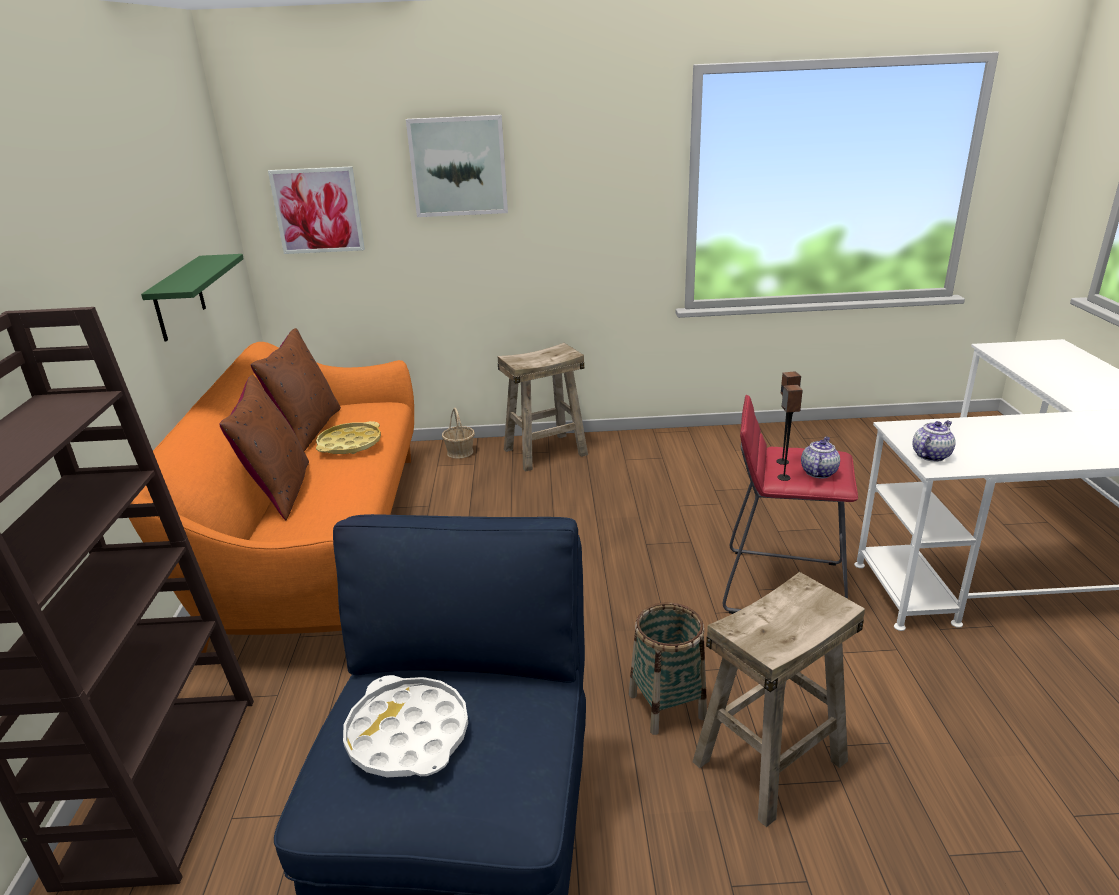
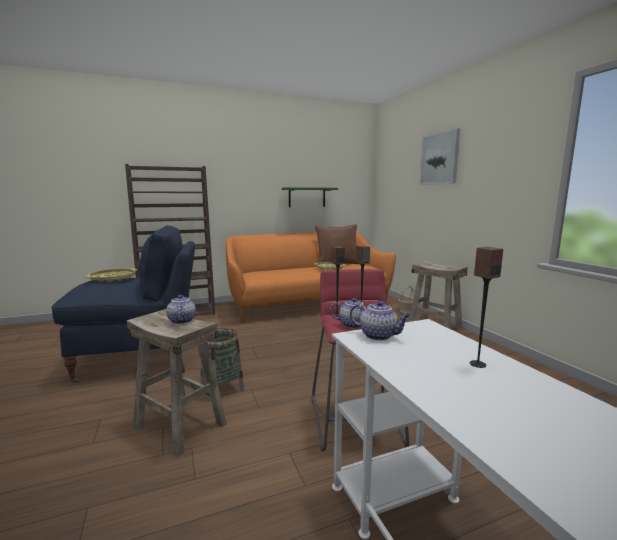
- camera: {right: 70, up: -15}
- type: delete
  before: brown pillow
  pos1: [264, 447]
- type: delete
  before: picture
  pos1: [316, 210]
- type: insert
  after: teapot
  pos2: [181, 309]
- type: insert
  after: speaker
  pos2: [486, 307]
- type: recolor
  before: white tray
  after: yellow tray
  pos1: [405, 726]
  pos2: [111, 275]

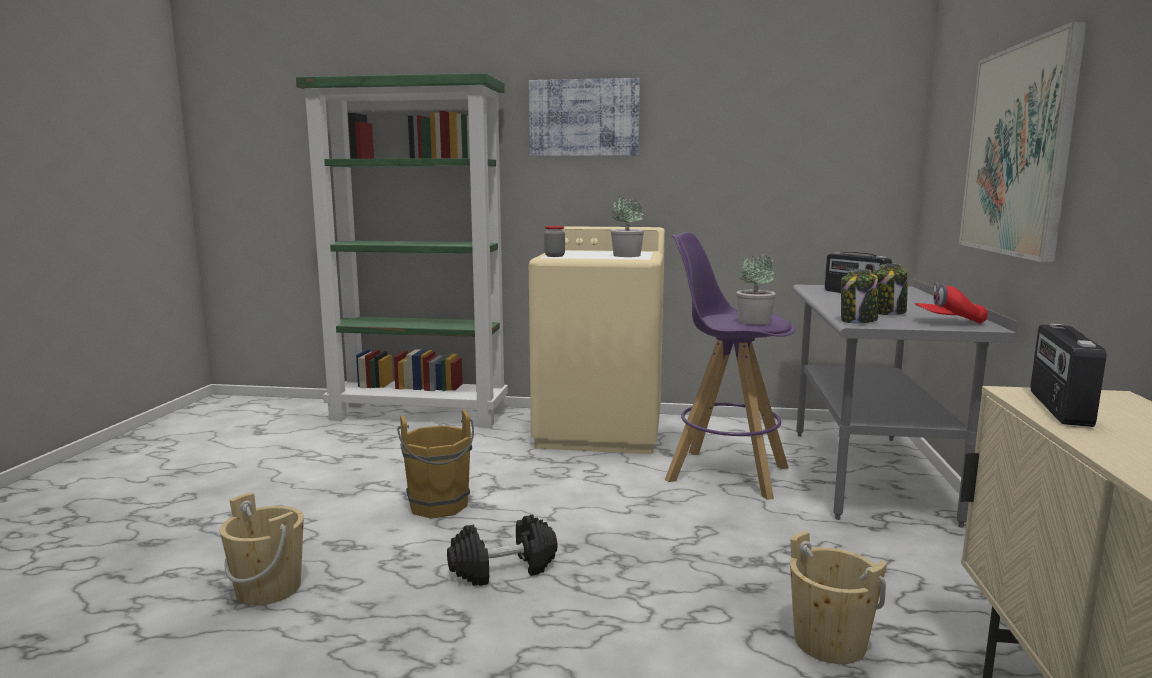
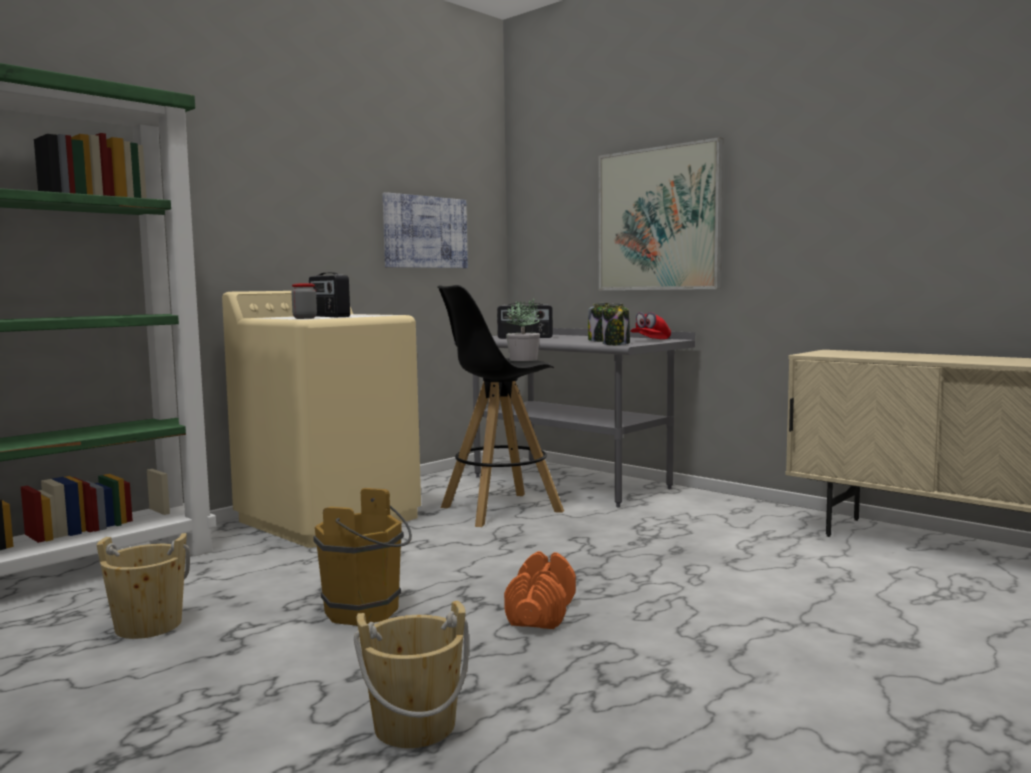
- camera: {right: -55, up: -5}
- type: delete
  before: potted plant
  pos1: [627, 226]
- type: move
  before: picture
  pos1: [584, 117]
  pos2: [425, 230]
- type: move
  before: beige bucket
  pos1: [838, 597]
  pos2: [143, 586]
- type: move
  before: radio
  pos1: [1068, 375]
  pos2: [329, 294]
- type: recolor
  before: black dumbbell
  after: orange dumbbell
  pos1: [502, 550]
  pos2: [540, 590]
- type: recolor
  before: purple stool
  after: black stool
  pos1: [730, 366]
  pos2: [500, 406]

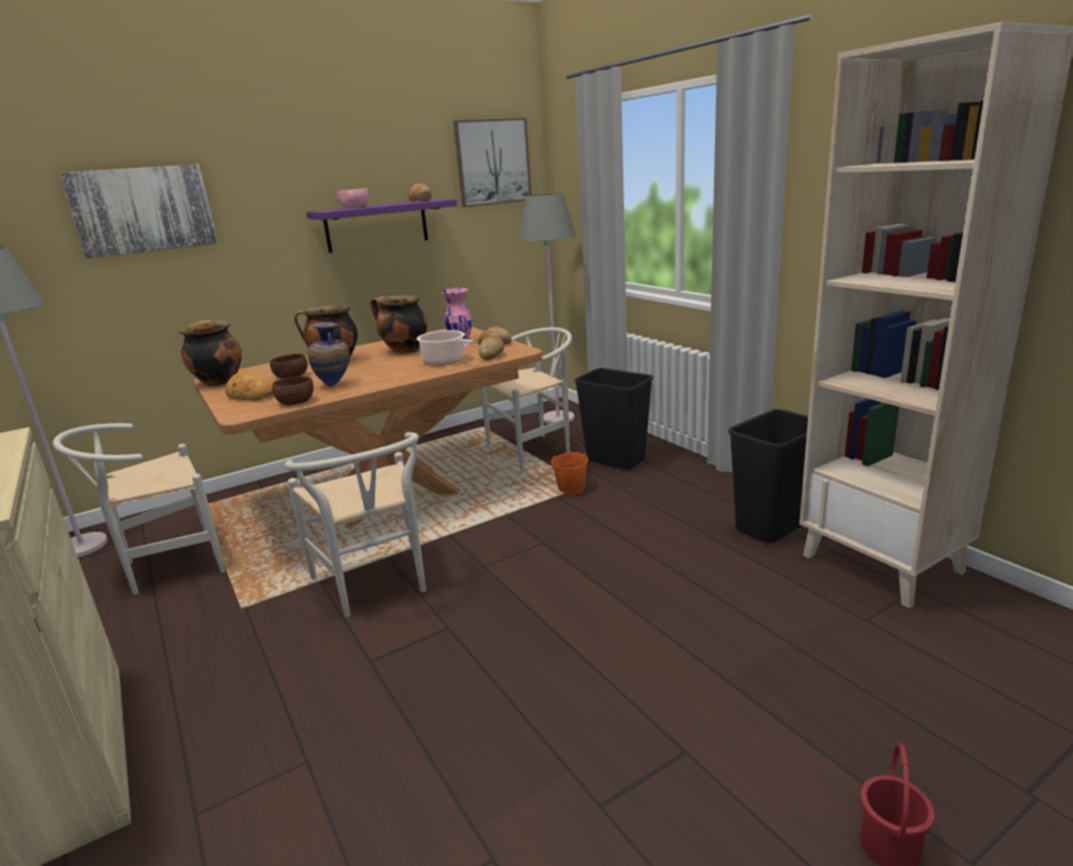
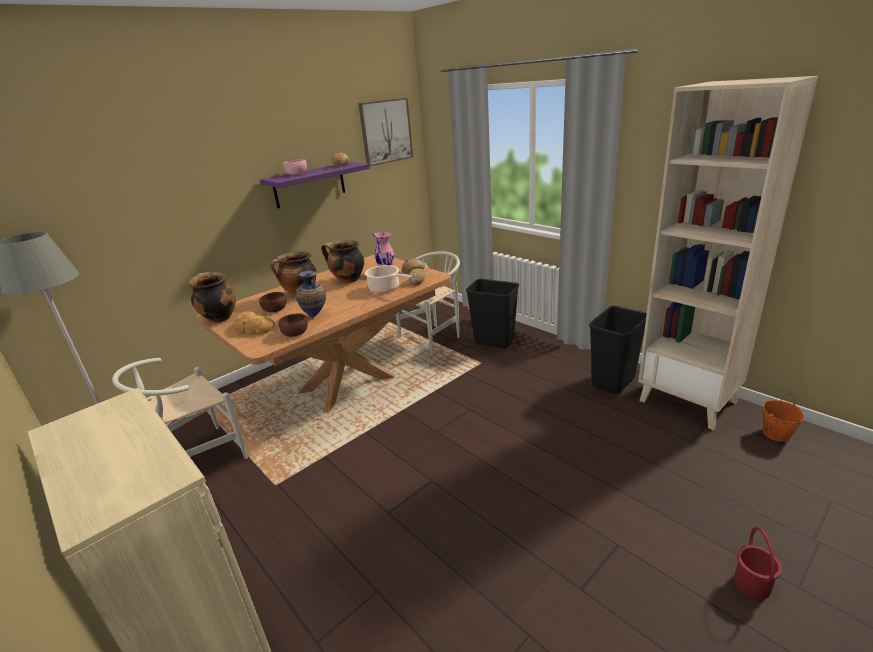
- camera: {right: -10, up: 5}
- type: delete
  before: picture
  pos1: [139, 211]
- type: delete
  before: white chair
  pos1: [355, 525]
- type: delete
  before: grey floor lamp
  pos1: [547, 308]
- type: move
  before: orange bucket
  pos1: [569, 467]
  pos2: [783, 417]

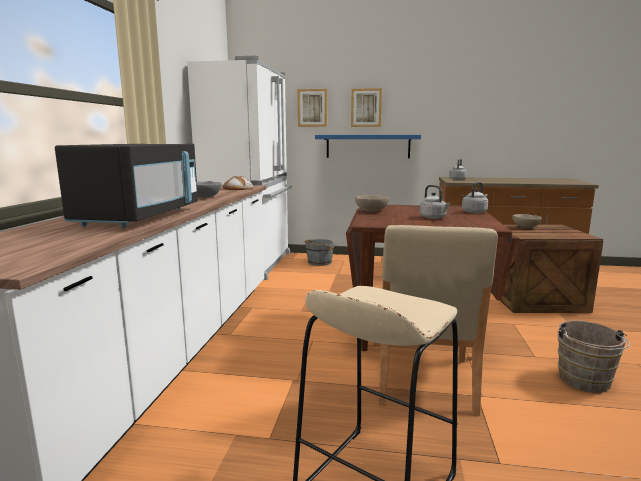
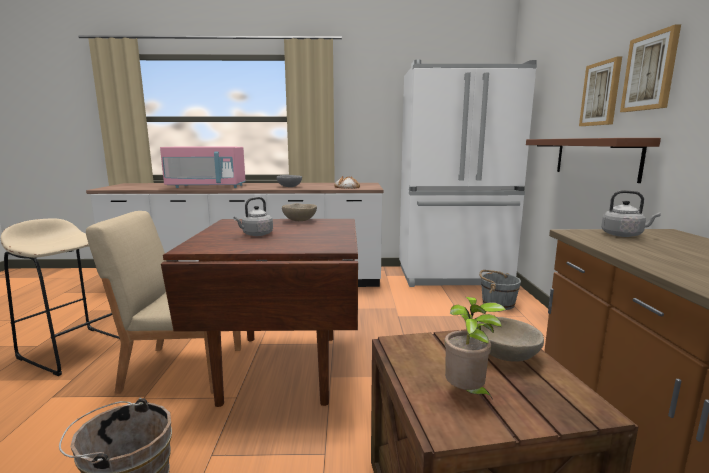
- camera: {right: 80, up: 0}
- type: delete
  before: grey kettle
  pos1: [475, 197]
- type: insert
  after: potted plant
  pos2: [475, 348]
- type: move
  before: picture
  pos1: [312, 108]
  pos2: [650, 68]
- type: recolor
  before: black microwave
  after: pink microwave
  pos1: [126, 186]
  pos2: [203, 167]
- type: recolor
  before: blue shelf
  after: brown shelf
  pos1: [368, 146]
  pos2: [593, 160]

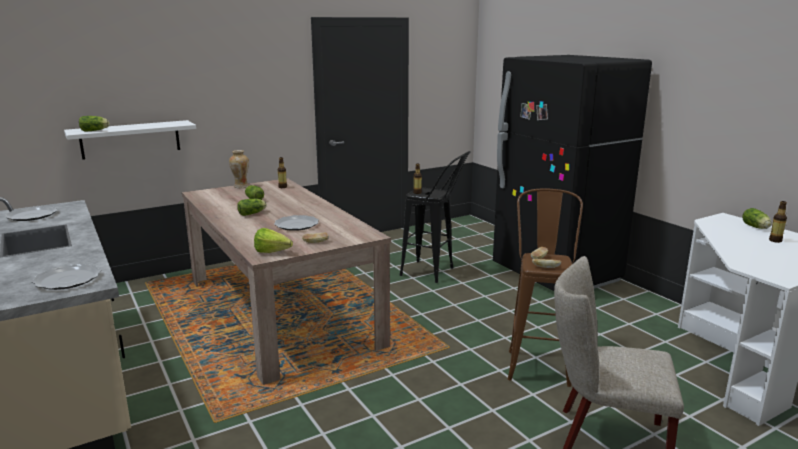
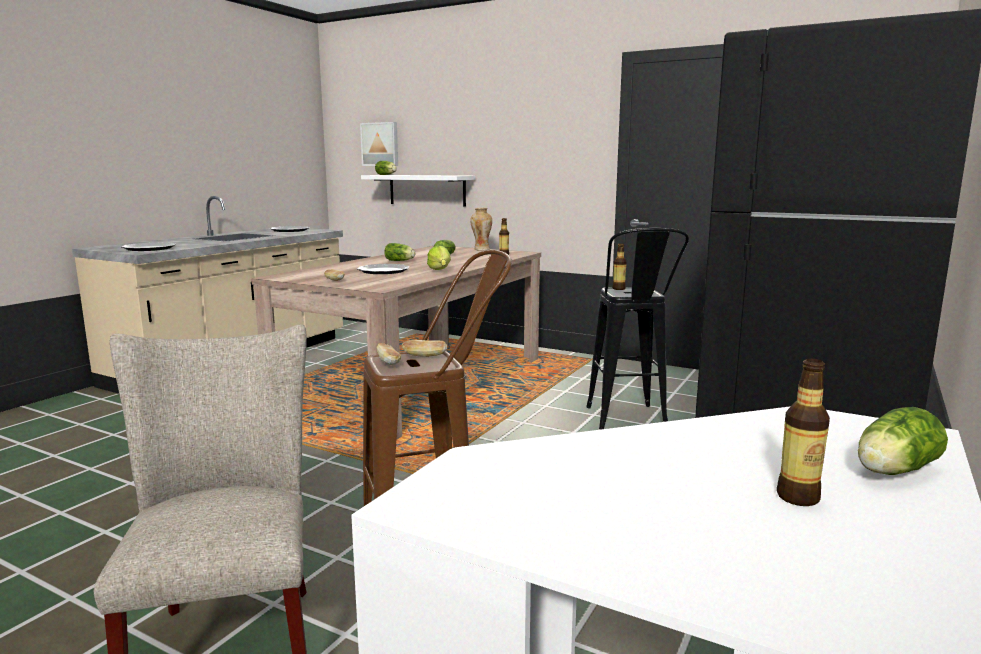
- camera: {right: 60, up: -5}
- type: insert
  after: picture
  pos2: [379, 144]
- type: move
  before: lettuce
  pos1: [273, 240]
  pos2: [439, 257]

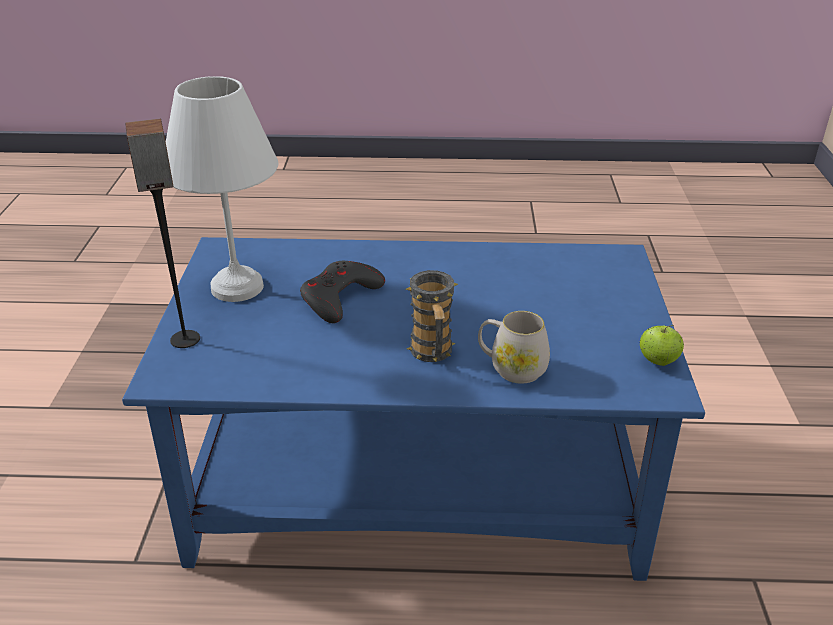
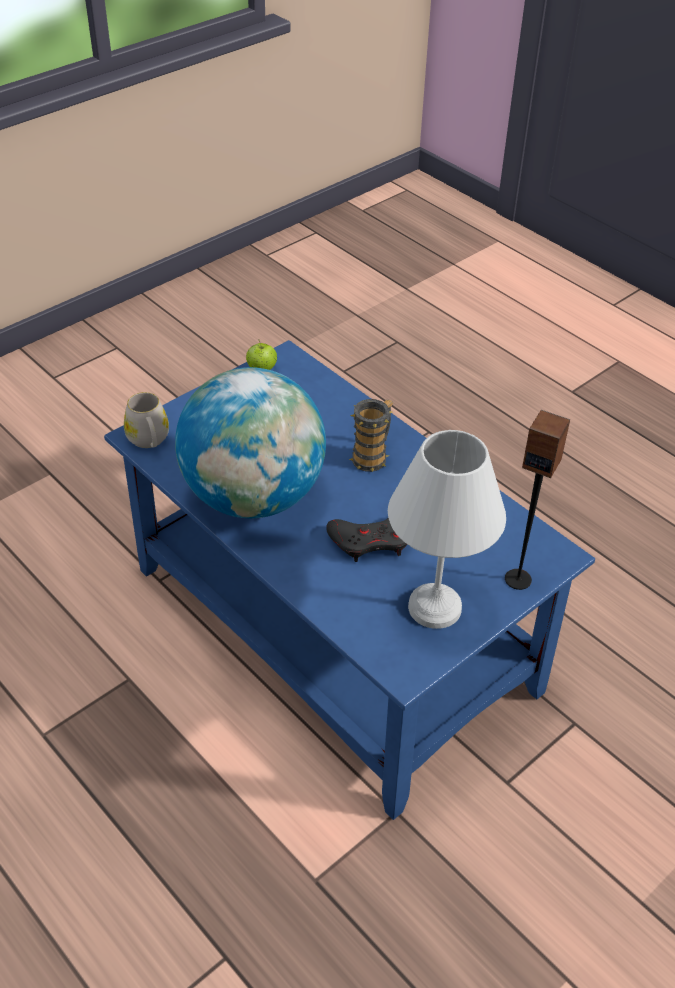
- camera: {right: -135, up: 10}
- type: insert
  after: globe
  pos2: [250, 443]
- type: move
  before: white mug
  pos1: [514, 347]
  pos2: [146, 420]

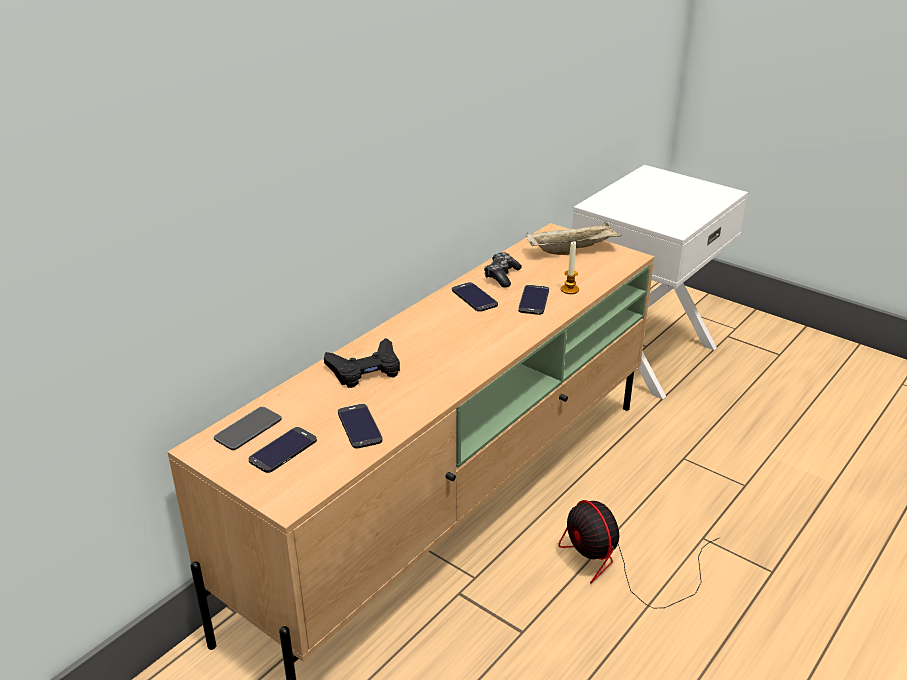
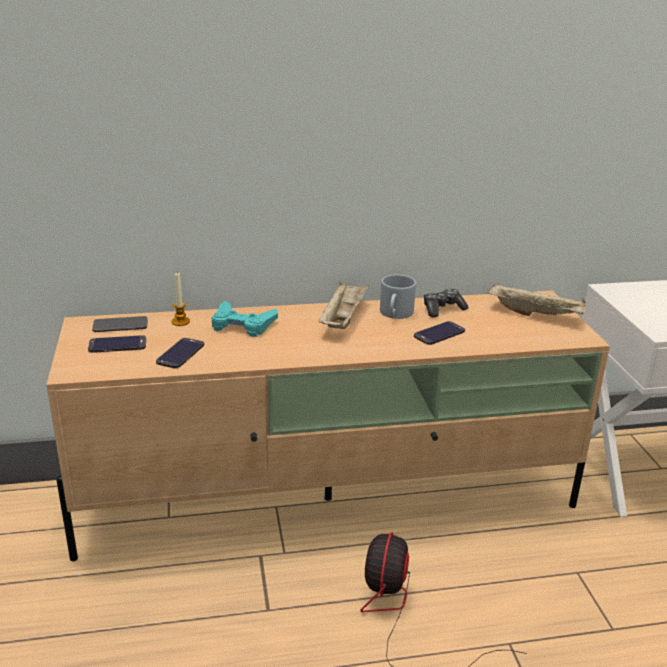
- camera: {right: 40, up: -5}
- type: insert
  after: beige tray
  pos2: [343, 305]
- type: move
  before: candle
  pos1: [570, 267]
  pos2: [180, 299]
- type: replace
  before: phone
  after: grey mug
  pos1: [475, 297]
  pos2: [398, 297]
- type: recolor
  before: black game controller
  after: turquoise game controller
  pos1: [362, 363]
  pos2: [245, 319]

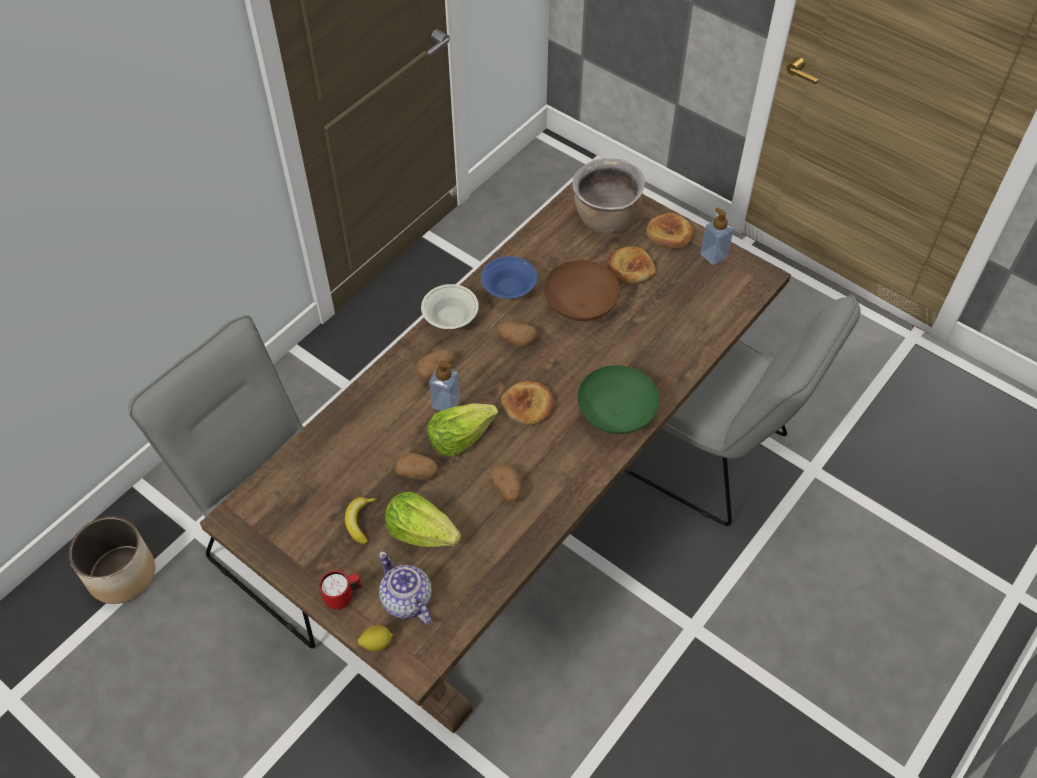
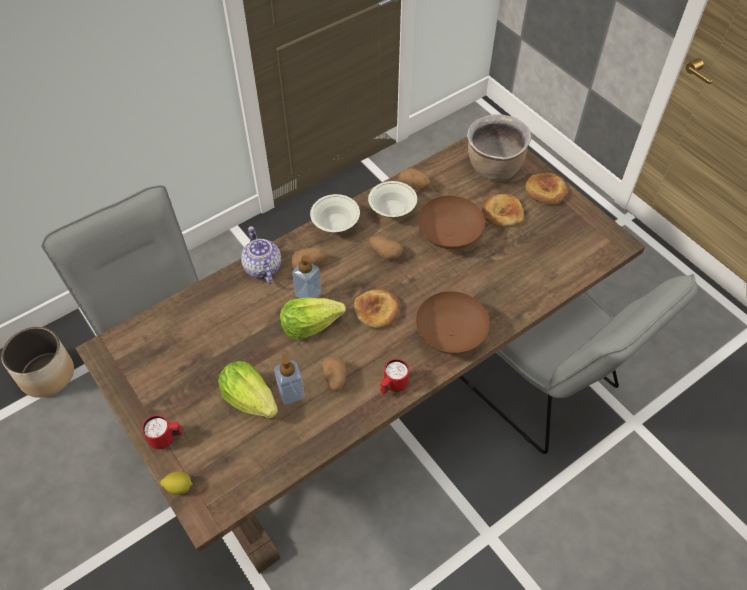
- camera: {right: 15, up: 0}
- type: delete
  before: banana
  pos1: [361, 520]
- type: insert
  after: red mug
  pos2: [394, 376]
- type: move
  before: teapot
  pos1: [405, 588]
  pos2: [261, 255]
- type: move
  before: potato
  pos1: [416, 466]
  pos2: [414, 179]
- type: move
  before: soap dispenser
  pos1: [717, 236]
  pos2: [289, 378]
- type: recolor
  before: blue bowl
  after: white bowl
  pos1: [509, 277]
  pos2: [392, 199]
- type: recolor
  before: green bowl
  after: brown bowl
  pos1: [618, 399]
  pos2: [453, 322]

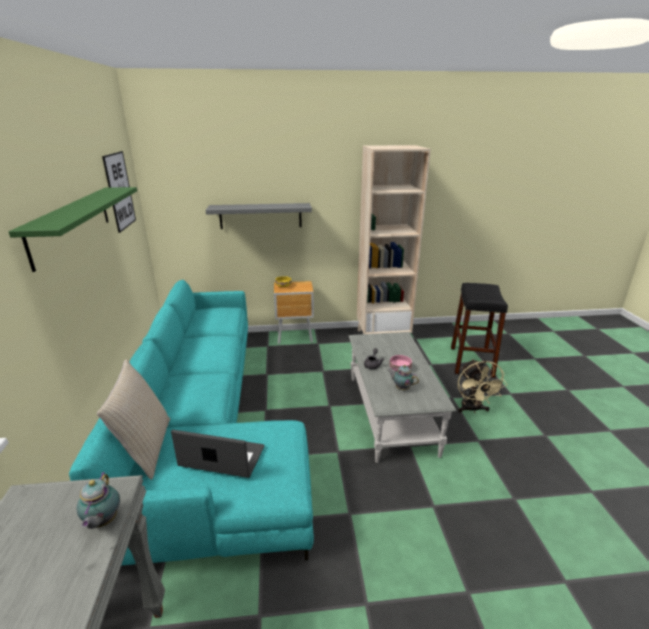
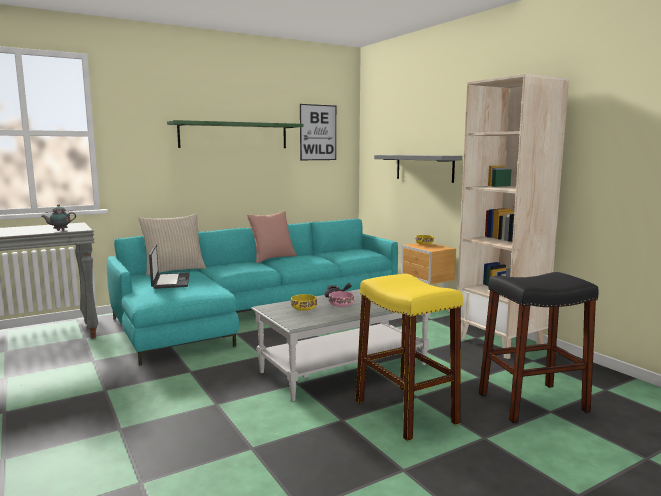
- camera: {right: 65, up: -15}
- type: insert
  after: pink pillow
  pos2: [271, 237]
- type: replace
  before: teapot
  after: yellow bowl
  pos1: [403, 377]
  pos2: [304, 302]
- type: replace
  before: beige fan
  after: yellow stool
  pos1: [482, 386]
  pos2: [409, 357]

